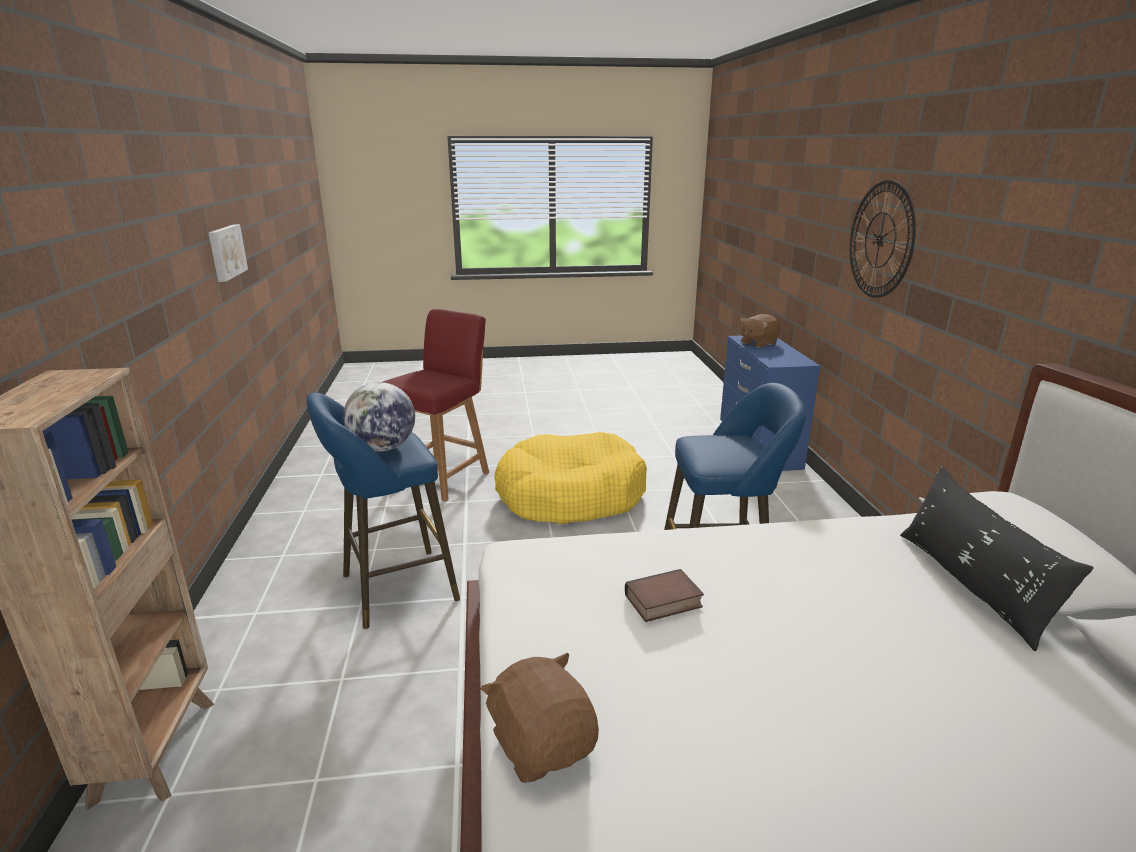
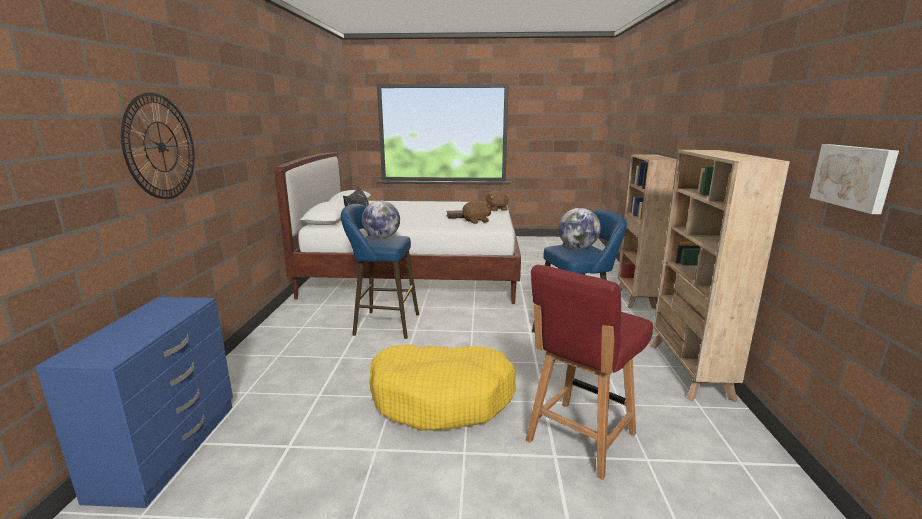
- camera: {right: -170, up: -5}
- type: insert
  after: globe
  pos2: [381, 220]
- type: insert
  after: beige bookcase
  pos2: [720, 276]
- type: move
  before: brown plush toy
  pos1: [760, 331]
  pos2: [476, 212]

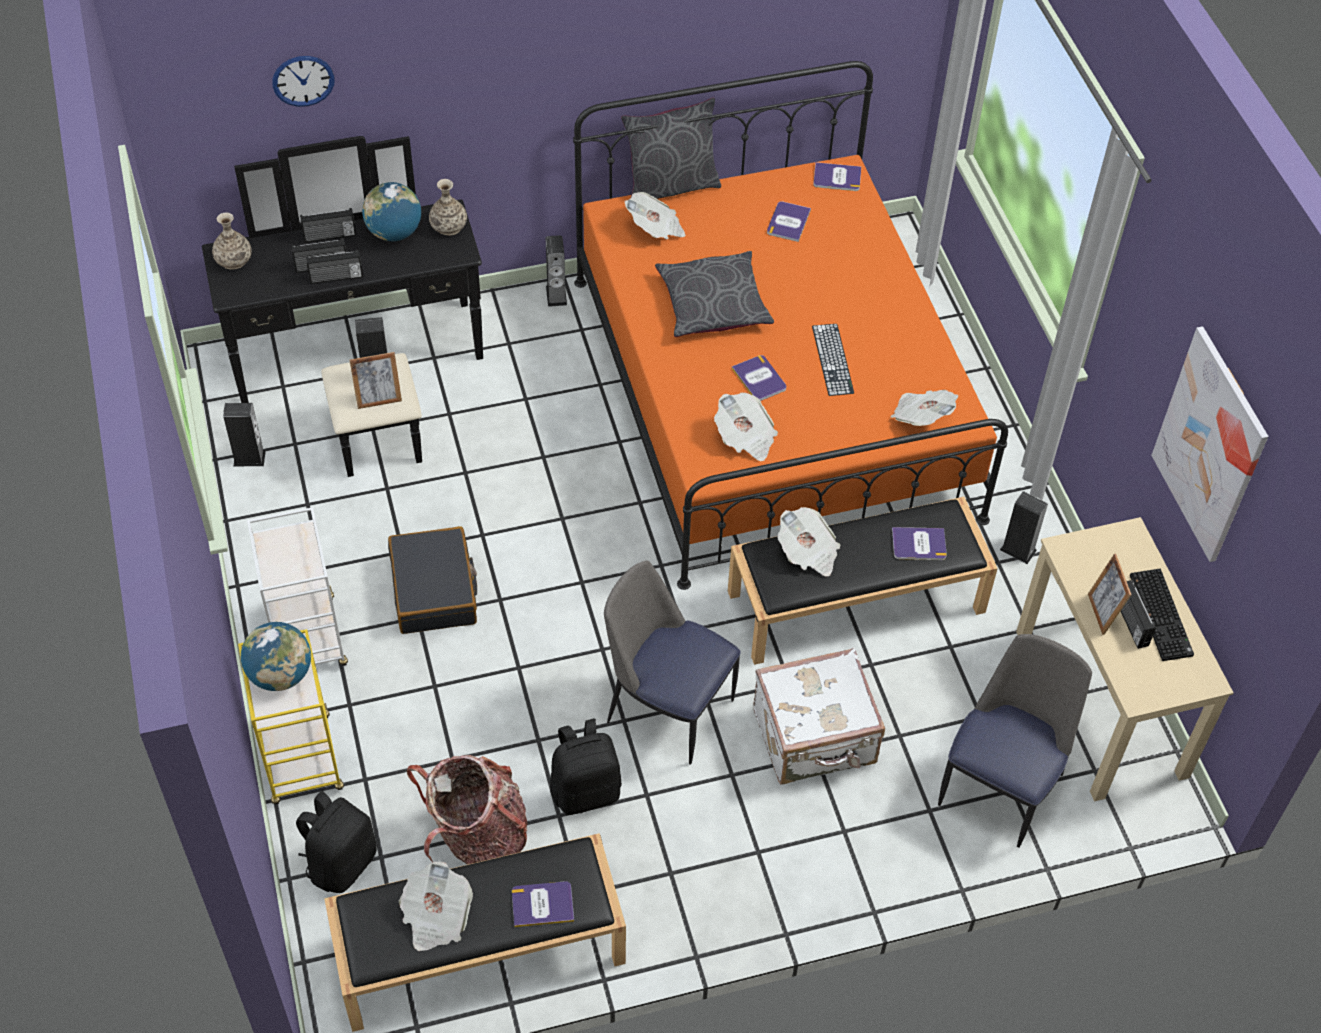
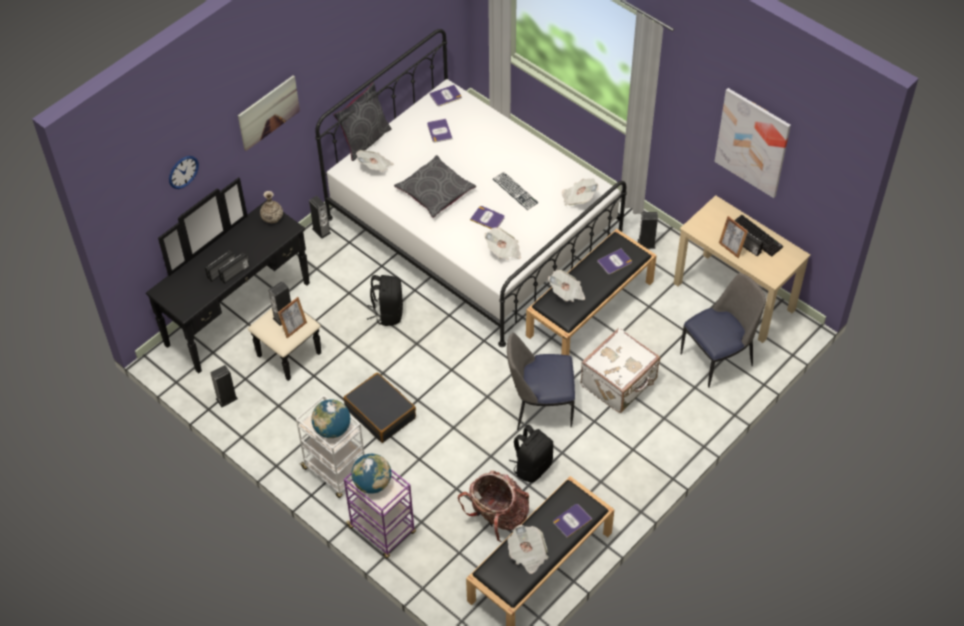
- camera: {right: -30, up: 0}
- type: delete
  before: vase
  pos1: [232, 241]
- type: delete
  before: radio
  pos1: [328, 225]
- type: insert
  after: picture
  pos2: [269, 113]
- type: move
  before: black backpack
  pos1: [336, 842]
  pos2: [385, 300]
- type: move
  before: globe
  pos1: [391, 211]
  pos2: [330, 418]
- type: recolor
  before: yellow cart
  after: purple cart
  pos1: [291, 716]
  pos2: [380, 514]
- type: recolor
  before: orange bed
  after: white bed
  pos1: [790, 325]
  pos2: [471, 188]
- type: rotate
  before: chair
  pos1: [1015, 741]
  pos2: [723, 330]
  turn: 60

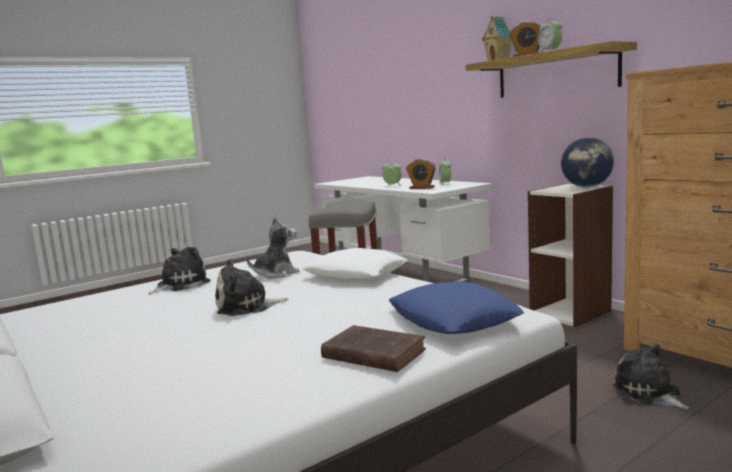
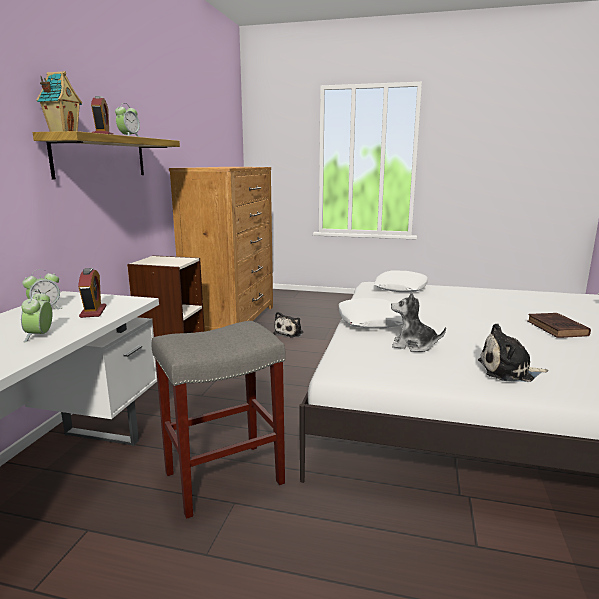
- camera: {right: -130, up: 5}
- type: delete
  before: plush toy
  pos1: [251, 287]
- type: delete
  before: globe
  pos1: [587, 162]
- type: move
  before: brown book
  pos1: [373, 348]
  pos2: [559, 325]
- type: recolor
  before: blue pillow
  after: white pillow
  pos1: [456, 307]
  pos2: [401, 281]

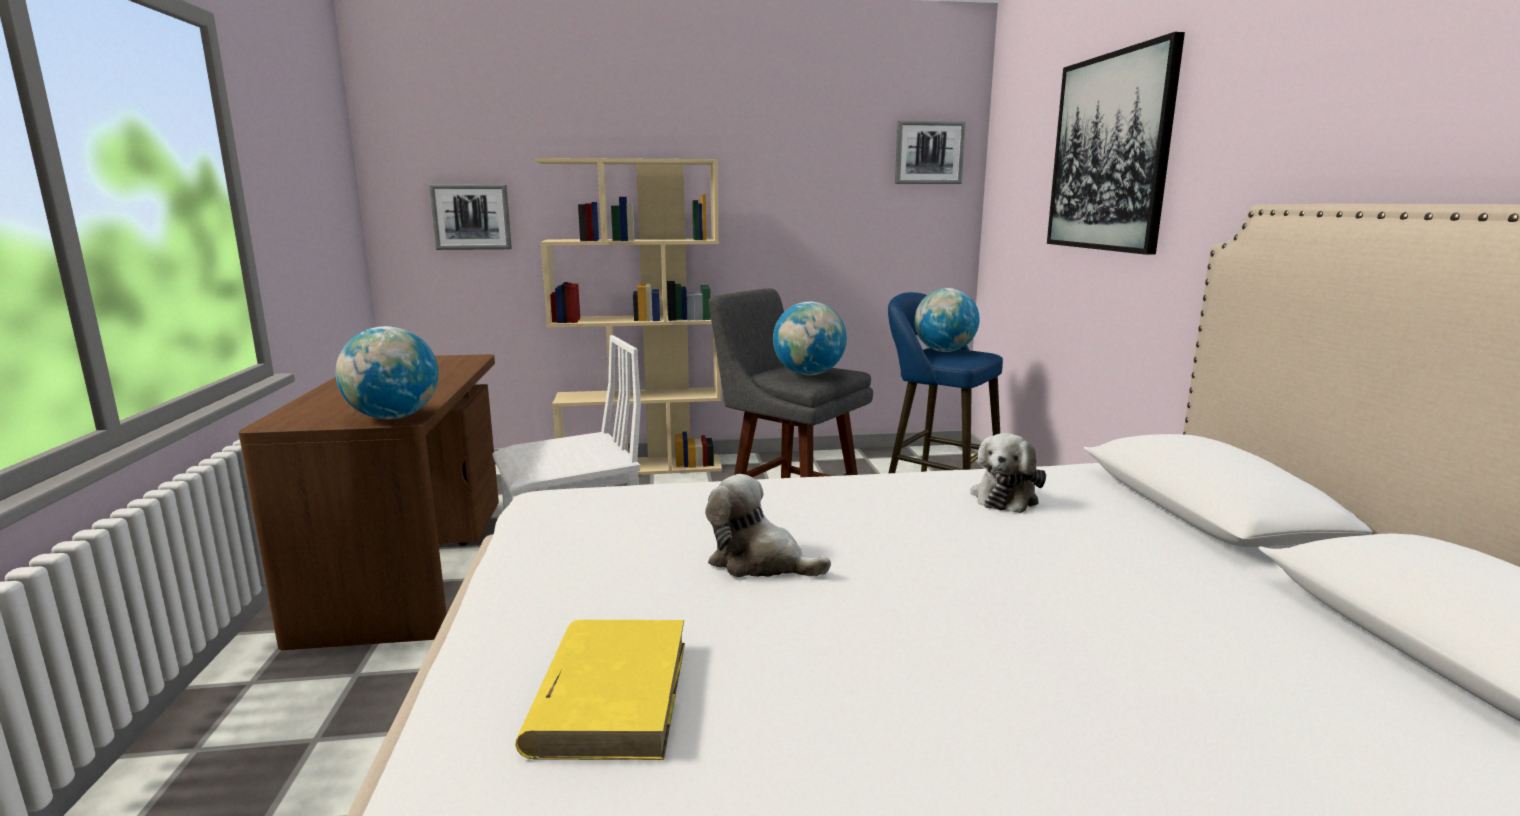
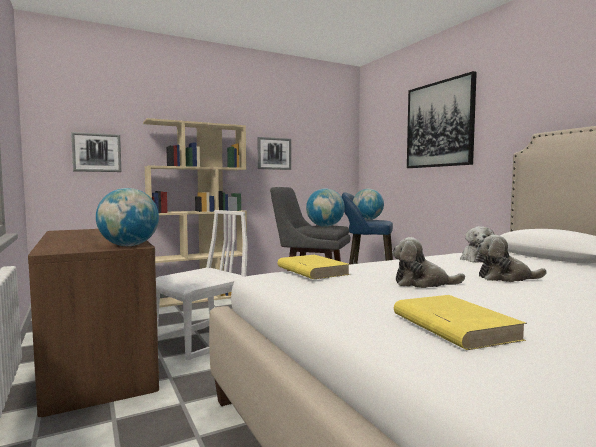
- camera: {right: -20, up: -10}
- type: insert
  after: yellow book
  pos2: [314, 267]
- type: insert
  after: plush toy
  pos2: [511, 258]
- type: move
  before: picture
  pos1: [930, 152]
  pos2: [274, 153]

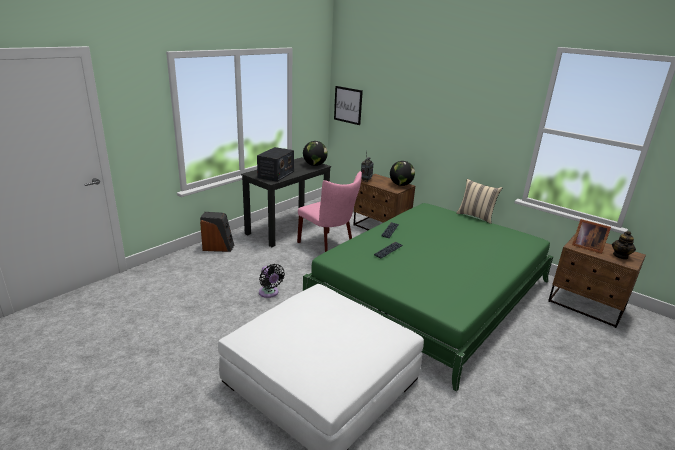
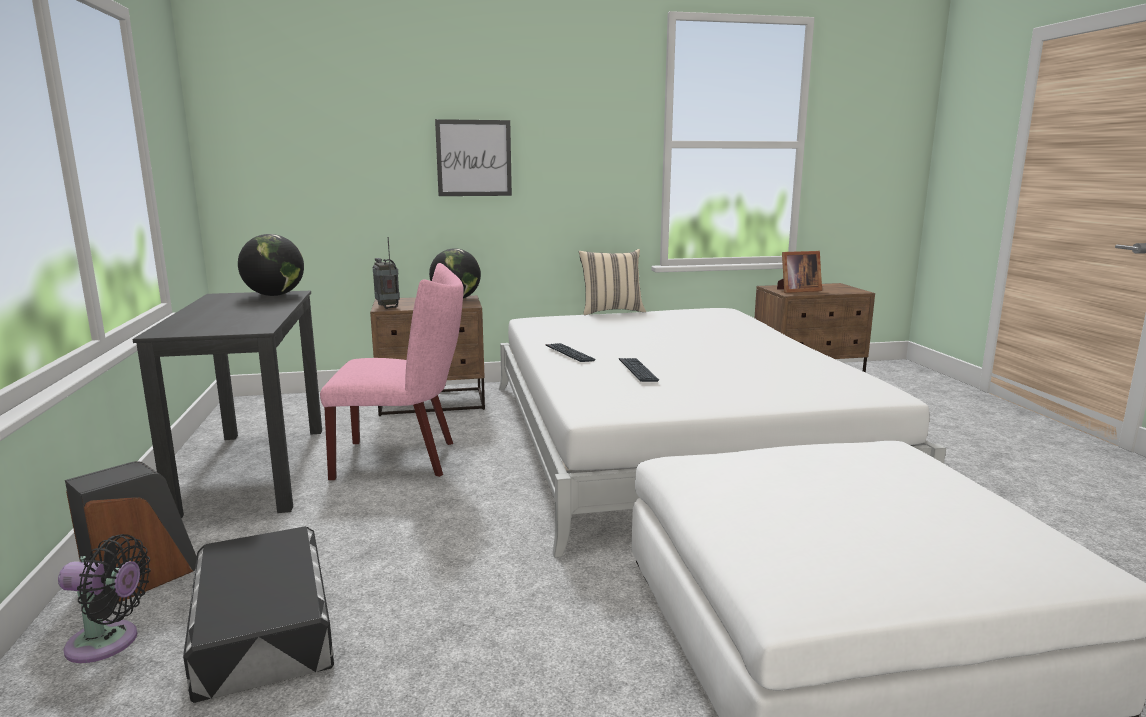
- camera: {right: -50, up: -10}
- type: delete
  before: radio
  pos1: [275, 164]
- type: delete
  before: teapot
  pos1: [624, 245]
- type: insert
  after: black storage box
  pos2: [258, 614]
- type: move
  before: black fan
  pos1: [272, 281]
  pos2: [104, 598]
- type: move
  before: picture
  pos1: [348, 105]
  pos2: [473, 157]
- type: recolor
  before: green bed
  after: white bed
  pos1: [428, 297]
  pos2: [722, 433]

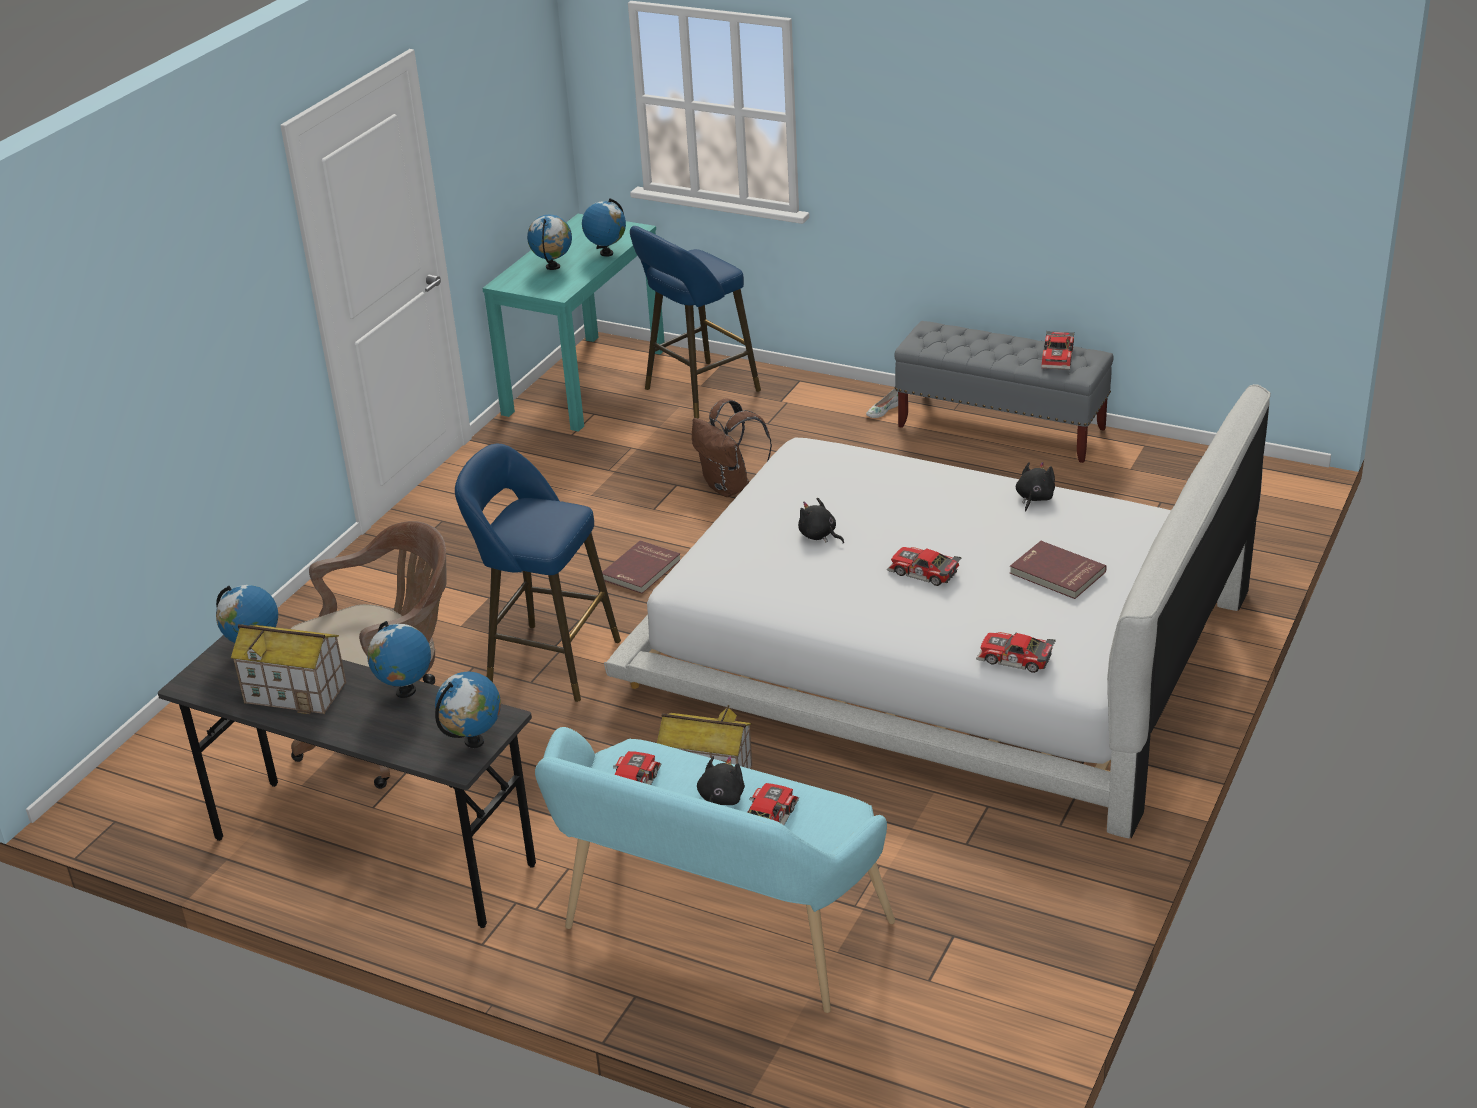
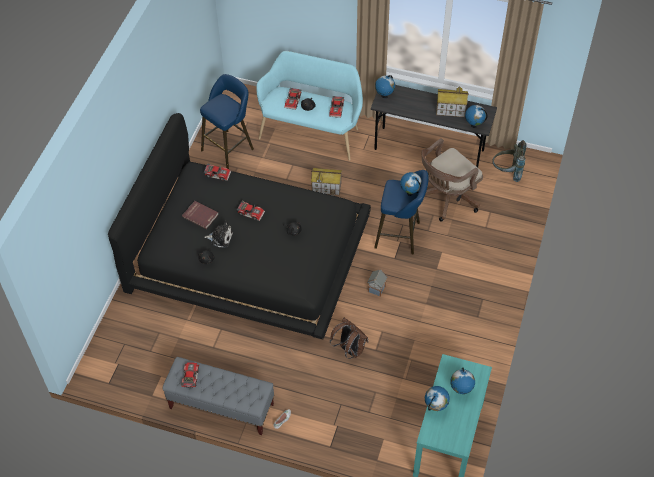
- camera: {right: 170, up: 20}
- type: insert
  after: plush toy
  pos2: [218, 234]
- type: insert
  after: grey backpack
  pos2: [509, 161]
- type: move
  before: globe
  pos1: [399, 659]
  pos2: [410, 184]
- type: move
  before: blue stool
  pos1: [695, 322]
  pos2: [227, 121]
- type: replace
  before: red book
  after: toy house
  pos1: [641, 567]
  pos2: [377, 283]
- type: recolor
  before: white bed
  after: black bed
  pos1: [937, 611]
  pos2: [239, 226]

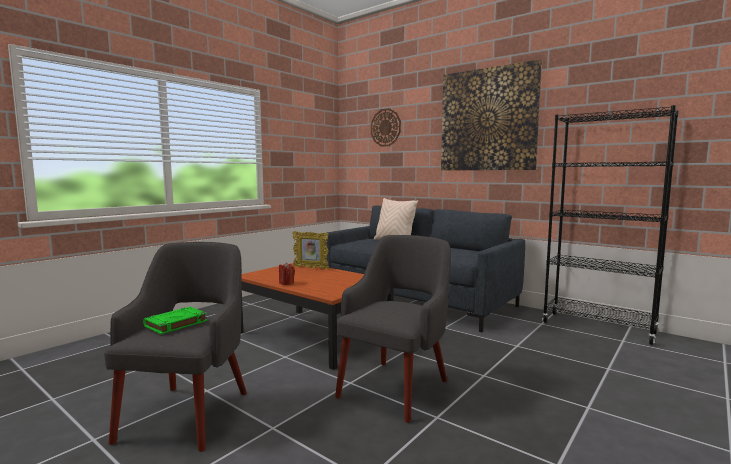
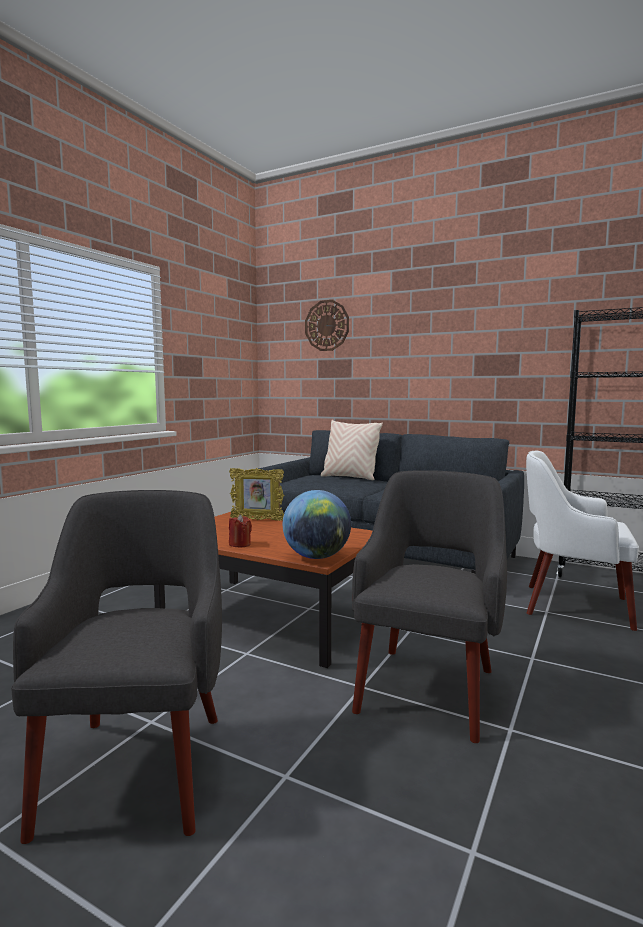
- camera: {right: -10, up: 0}
- type: delete
  before: green book
  pos1: [175, 320]
- type: delete
  before: picture
  pos1: [491, 114]
- type: insert
  after: globe
  pos2: [317, 524]
- type: insert
  after: white armchair
  pos2: [582, 541]

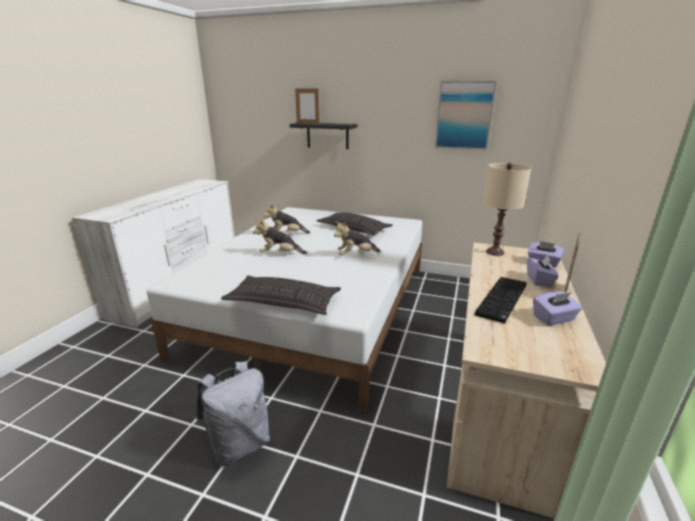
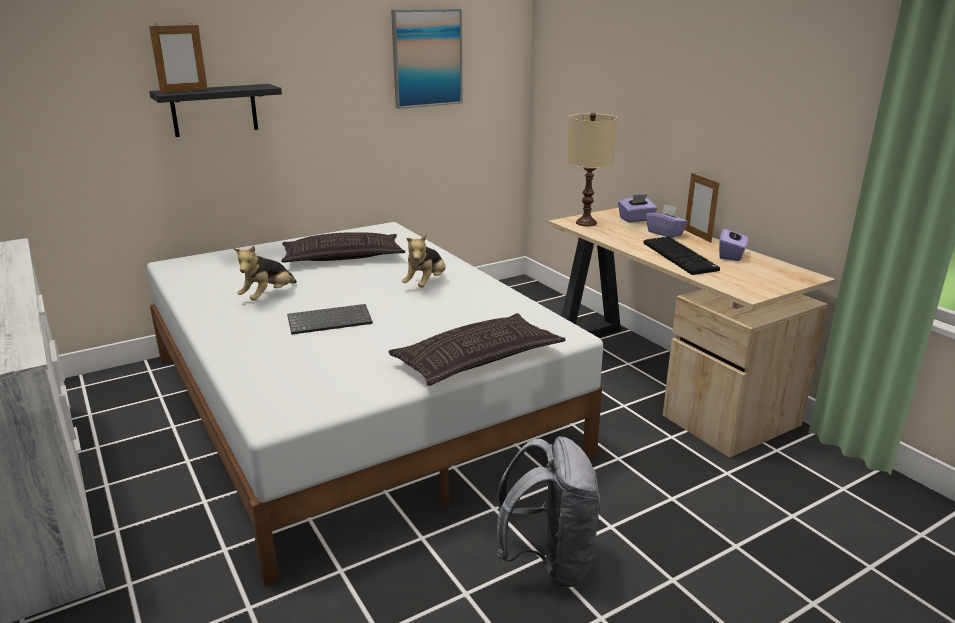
- camera: {right: -50, up: 0}
- type: replace
  before: plush toy
  after: keyboard
  pos1: [280, 236]
  pos2: [330, 319]

